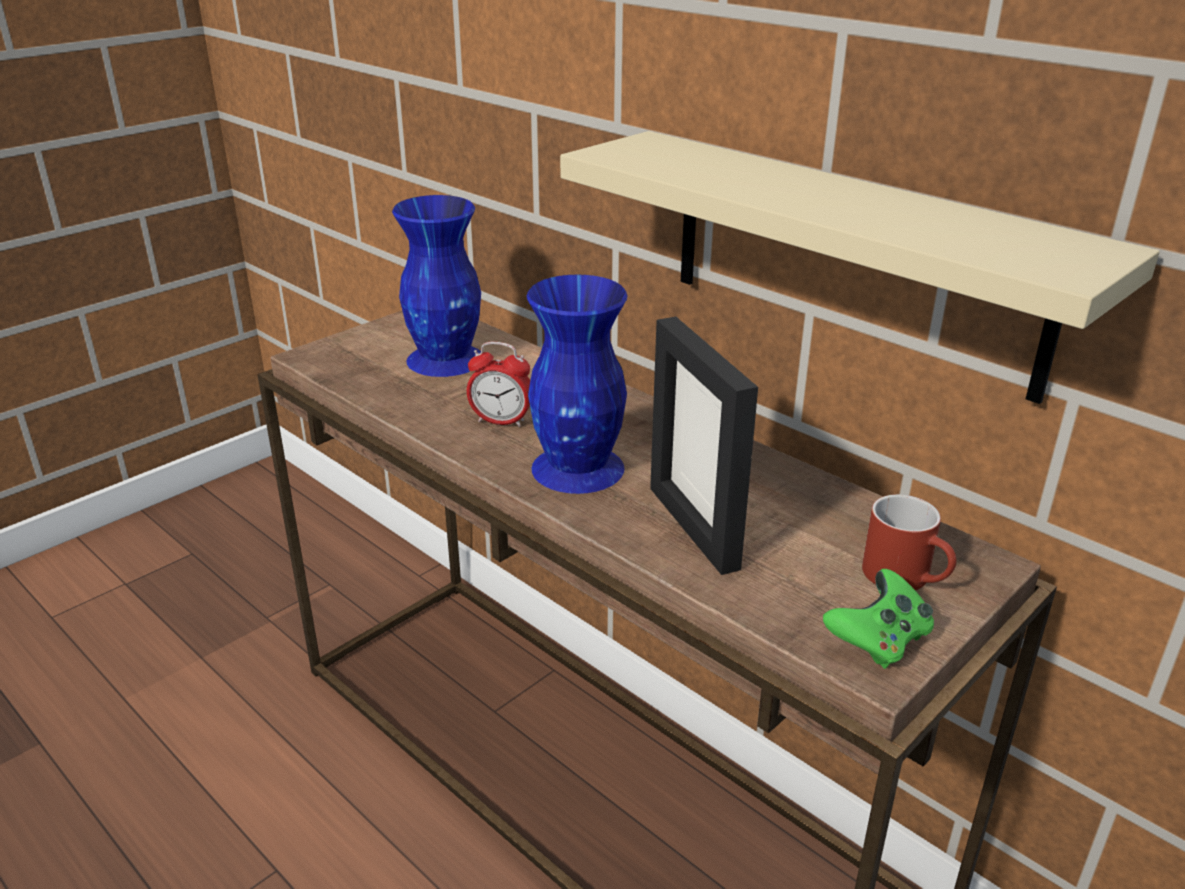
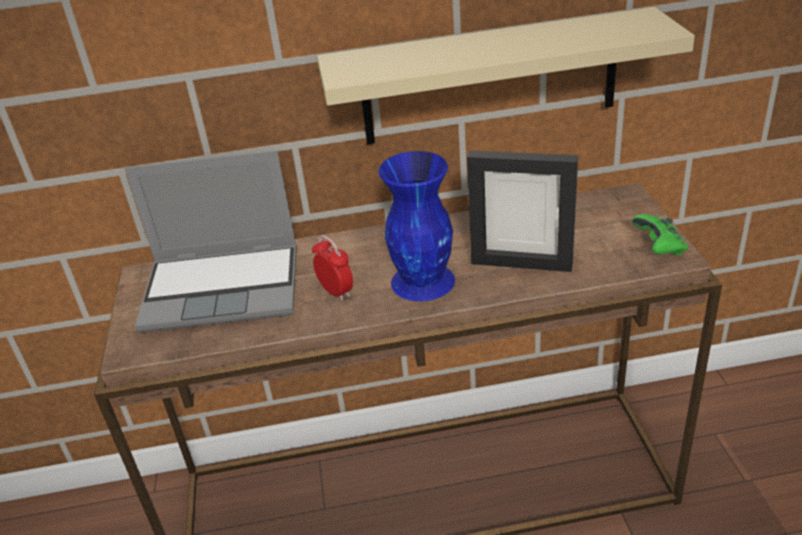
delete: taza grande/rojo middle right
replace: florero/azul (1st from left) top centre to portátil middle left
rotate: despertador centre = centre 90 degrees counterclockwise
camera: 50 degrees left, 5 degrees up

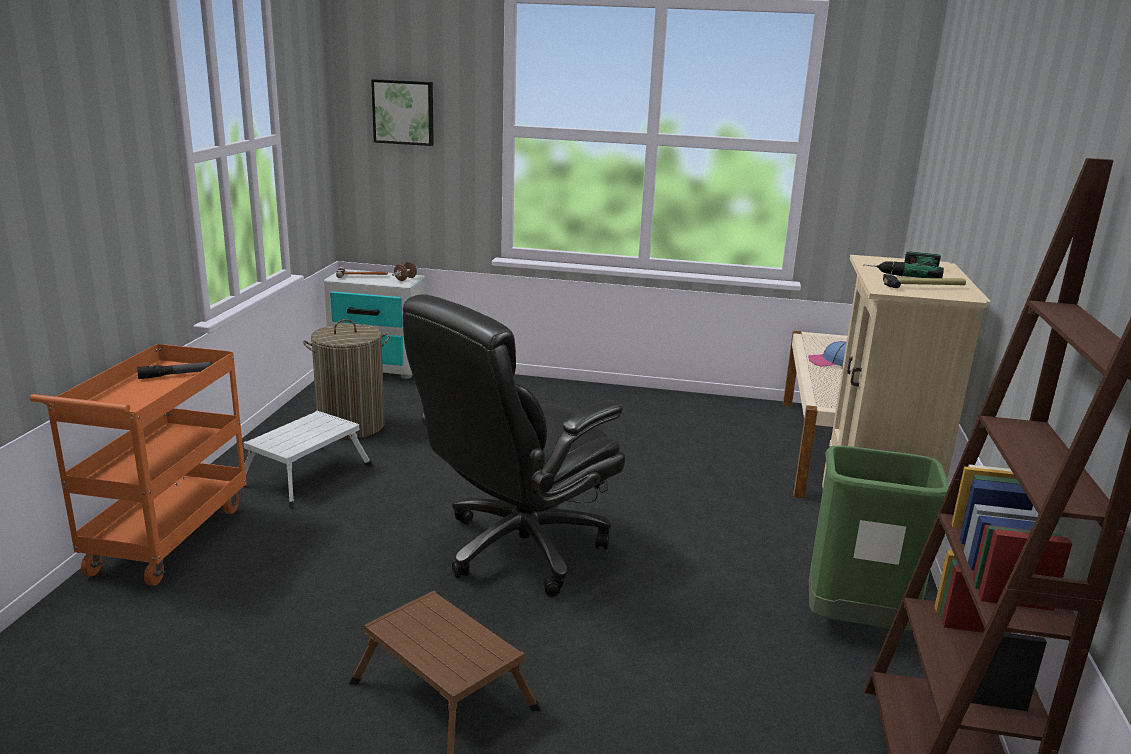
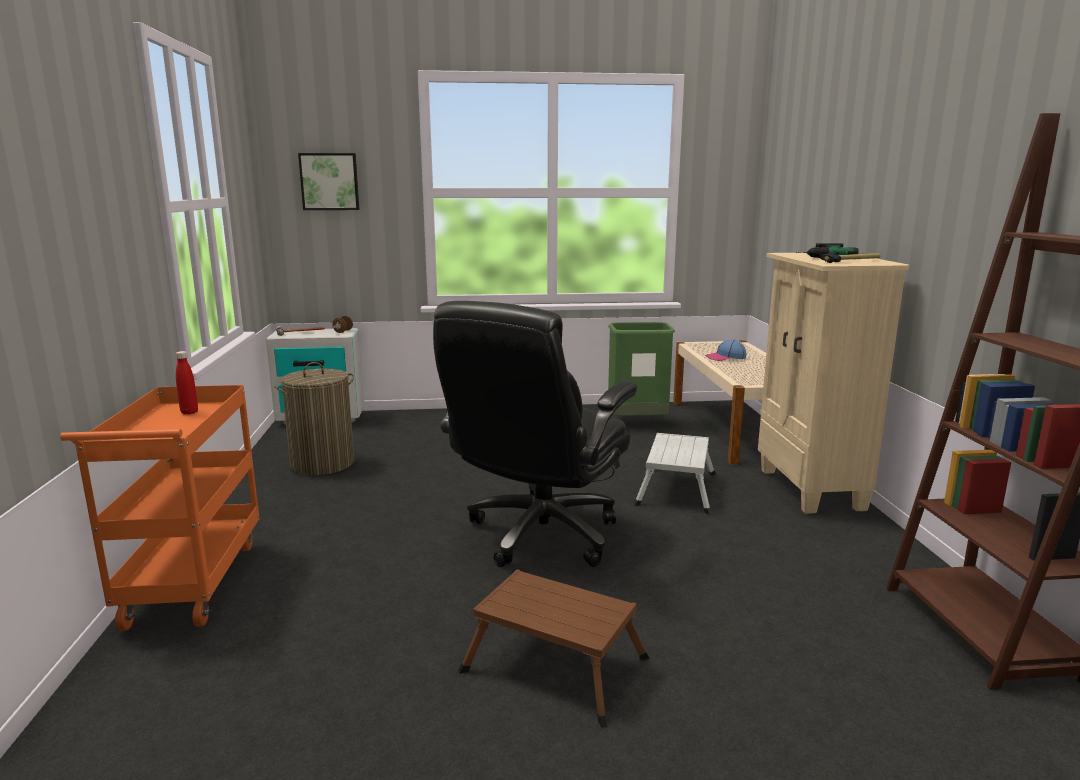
move: escalera de tijera/blanco middle left to centre; papelera/verde bottom right to centre
replace: linterna middle left to botella/rojo middle left
camera: 15 degrees left, 5 degrees down

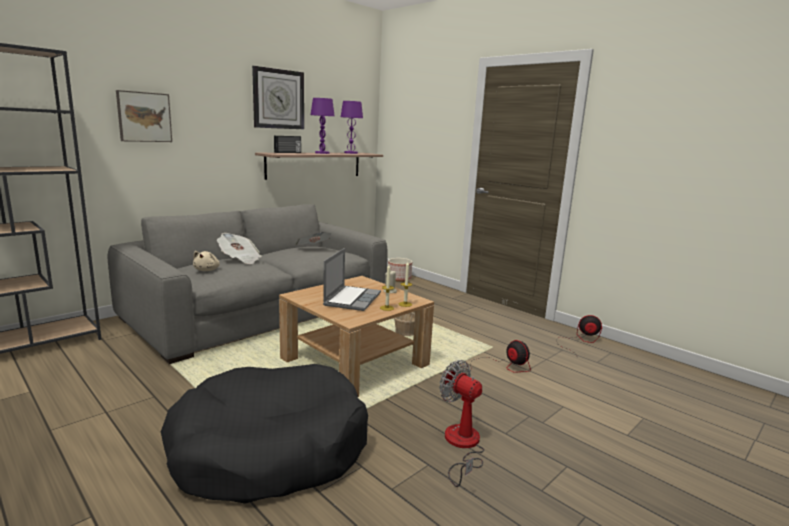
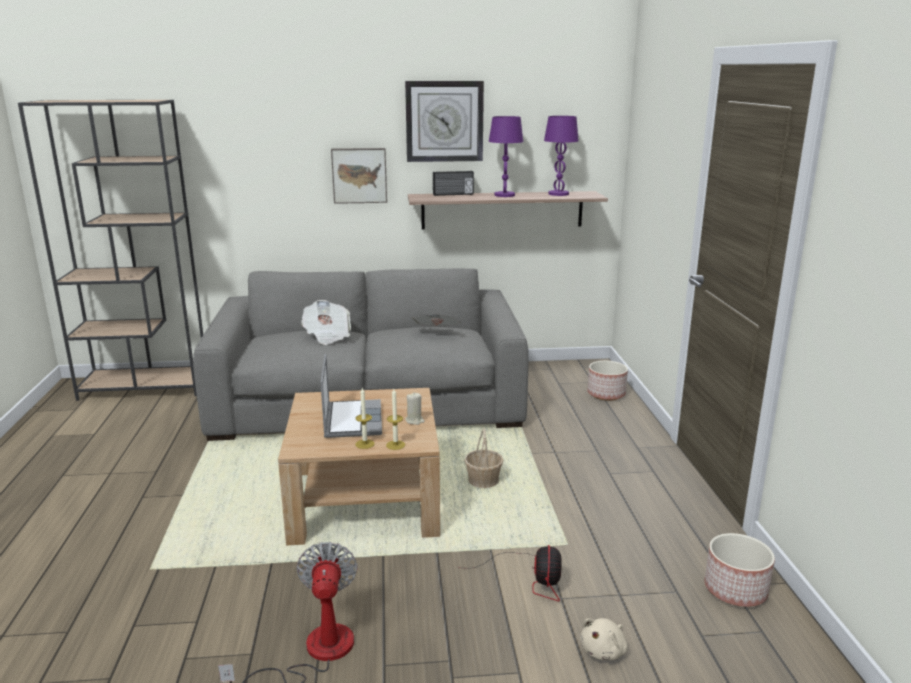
delete: cama para perro/negro bottom centre
move: cuadro top left to top centre; peluche/beis middle left to bottom centre
replace: ventilador (3rd from left) middle right to maceta (2nd from left) bottom right
rotate: portátil centre = centre 60 degrees counterclockwise
camera: 40 degrees right, 5 degrees up

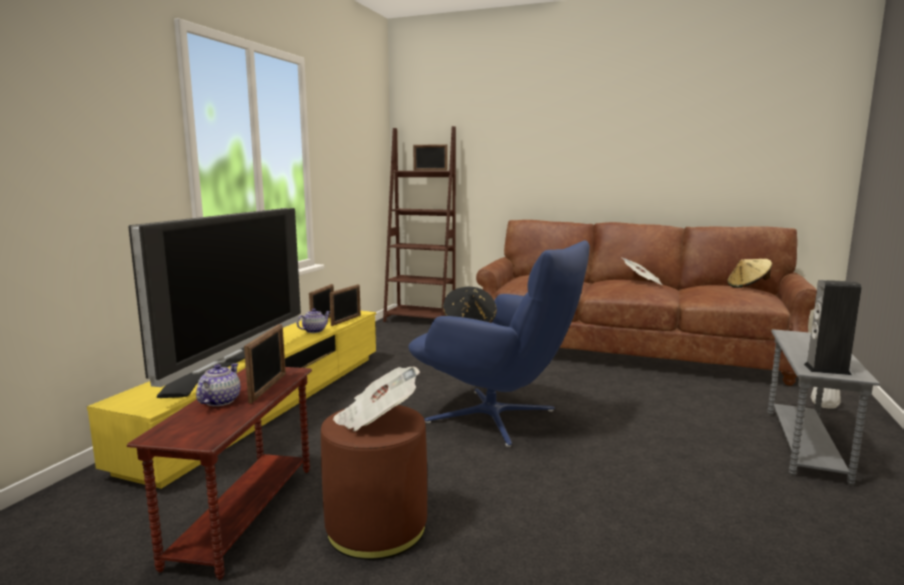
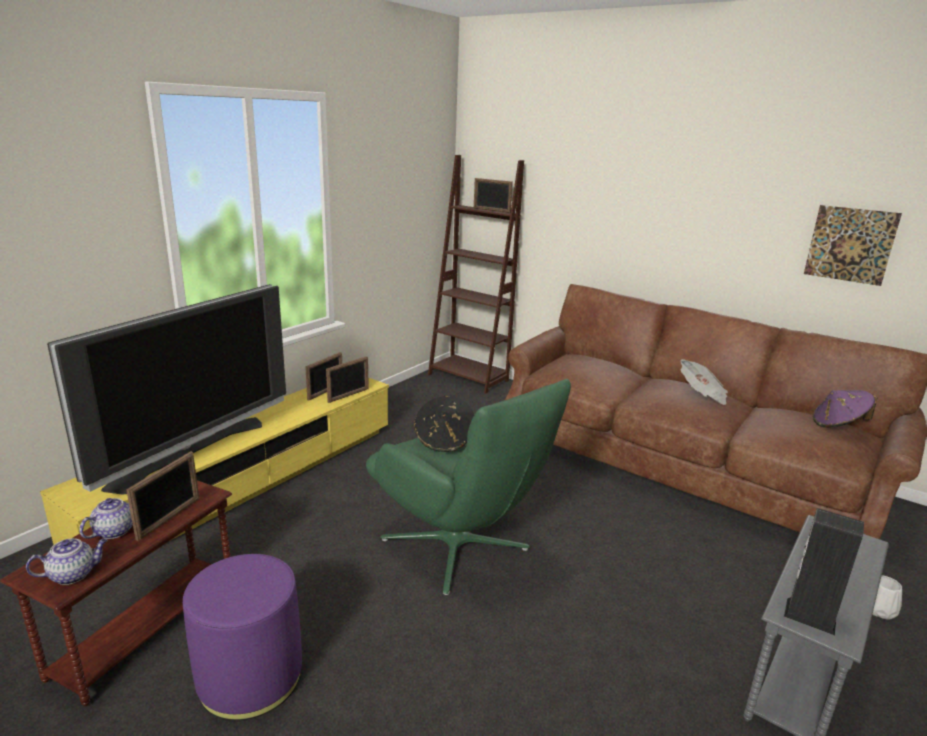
delete: periódico (1st from left) bottom centre
insert: cuadro top right
move: tetera (2nd from left in the first image) centre to tetera (1st from left) bottom left
recolor: puf/marrón bottom centre to puf/morado bottom left; sillón/azul centre to sillón/verde centre; sombrero/beis middle right to sombrero/morado middle right
camera: 15 degrees right, 10 degrees up

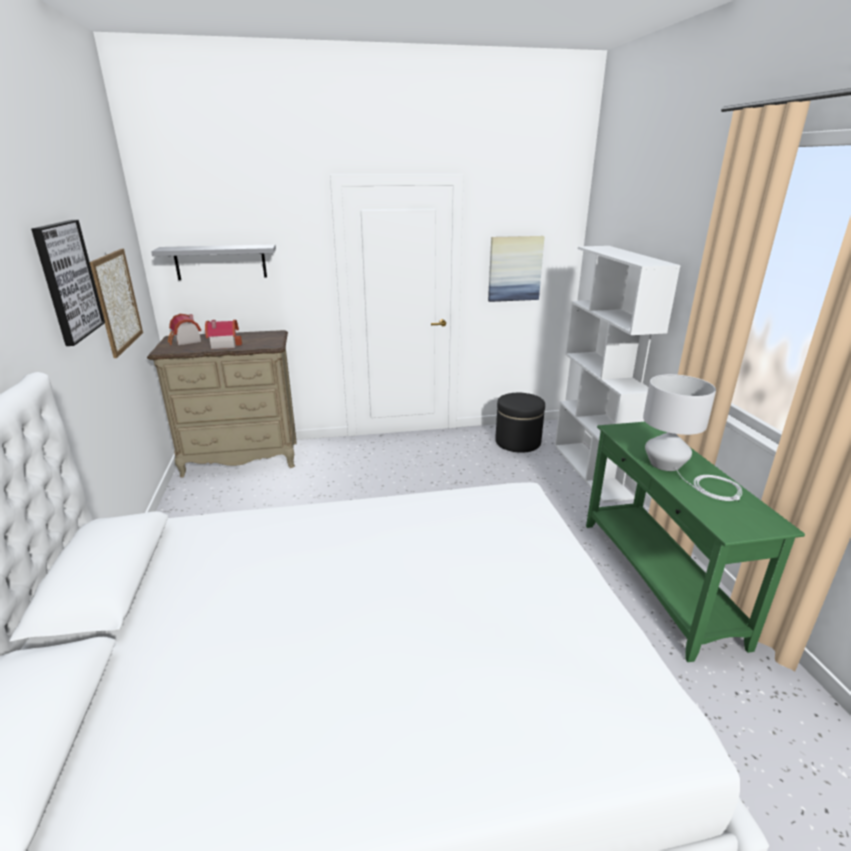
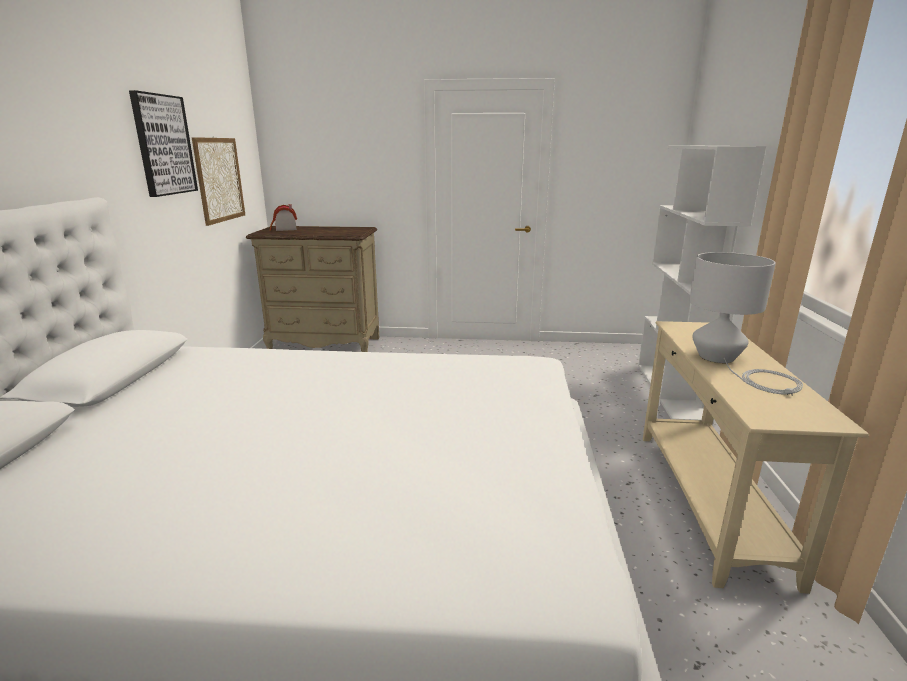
delete: estante/gris top left; casita (2nd from left) middle left; cuadro (3rd from left) top centre; puf/negro centre
recolor: mesa consola/verde middle right to mesa consola/beis bottom right
camera: 15 degrees right, 5 degrees down

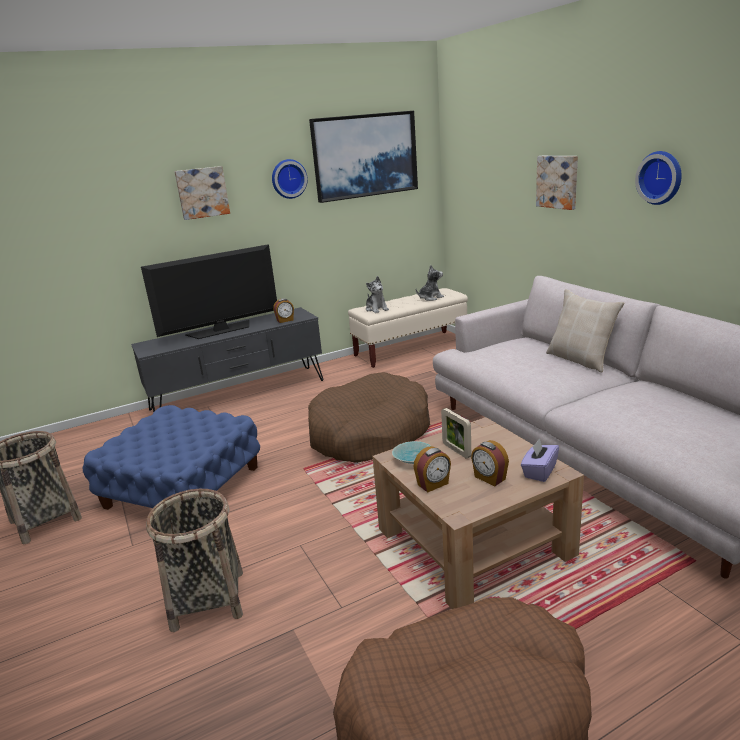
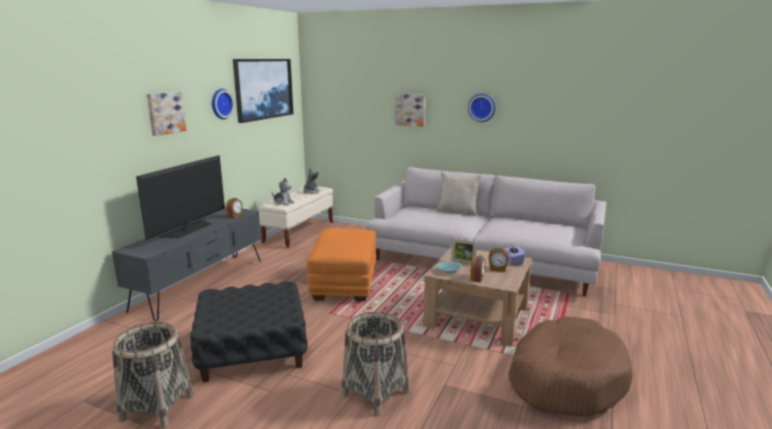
replace: cama para perro/marrón (1st from left) centre to puf/naranja centre
recolor: puf/azul middle left to puf/negro bottom left
camera: 40 degrees left, 5 degrees down

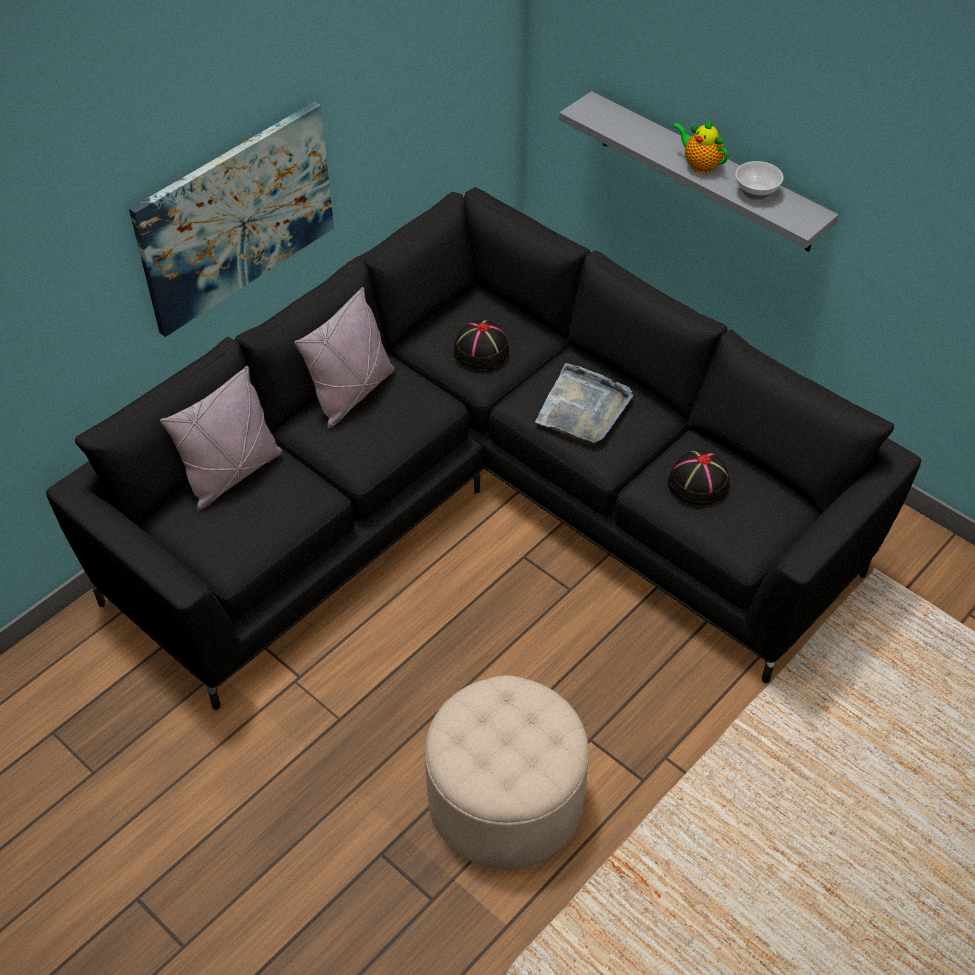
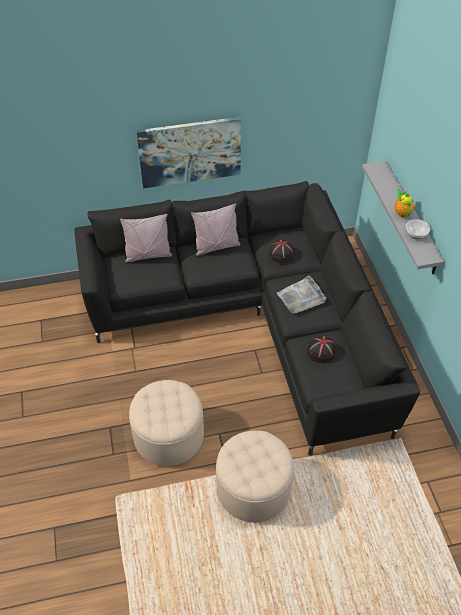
insert: puf/beis (2nd from left) bottom centre
camera: 35 degrees right, 0 degrees up

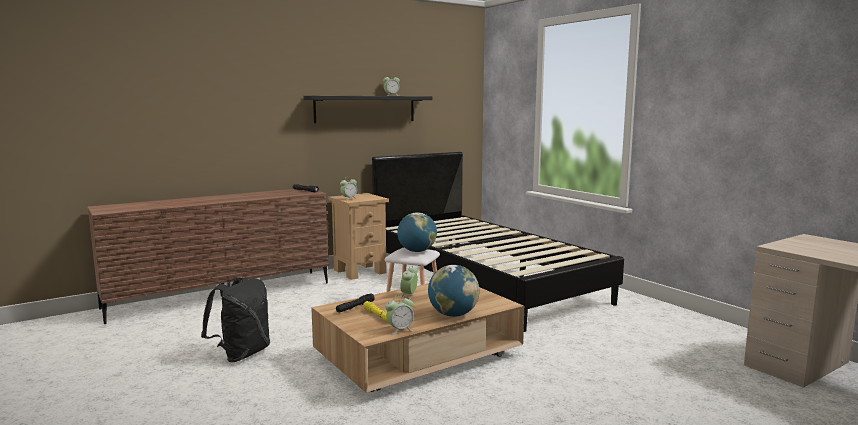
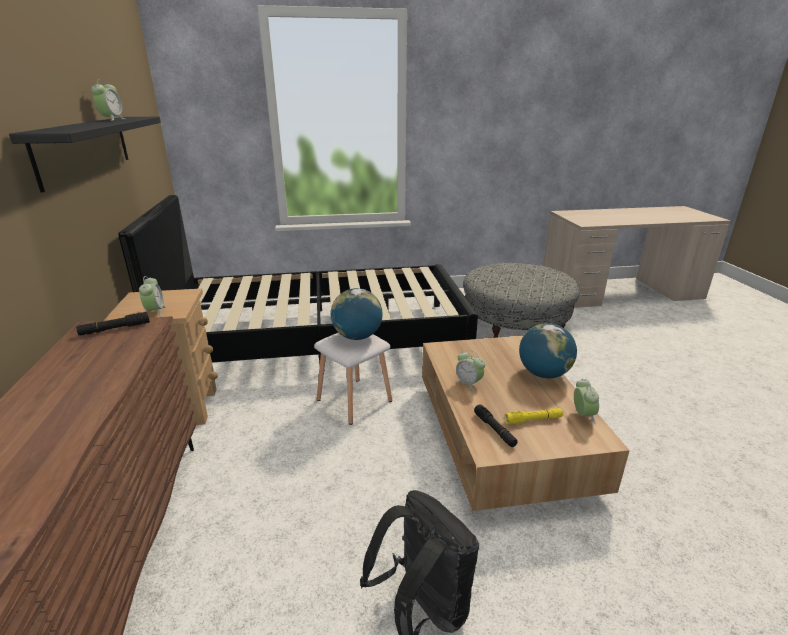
insert: puf/gris centre
camera: 65 degrees left, 15 degrees up

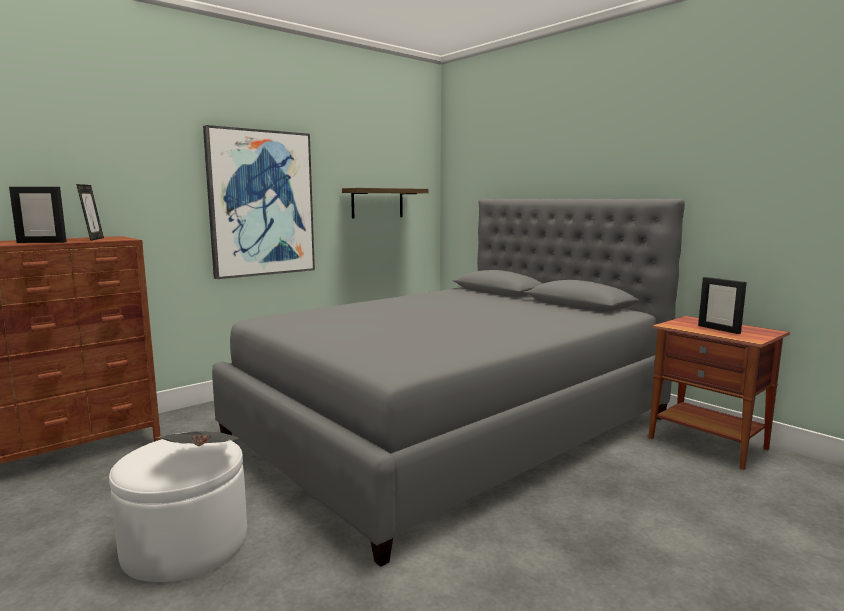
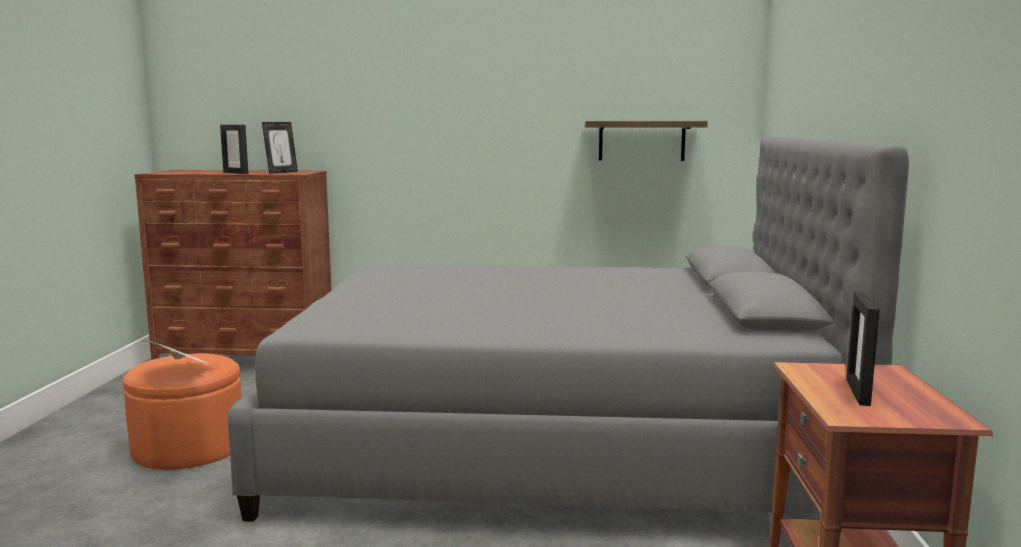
delete: cuadro top left
recolor: puf/blanco bottom left to puf/naranja bottom left
camera: 45 degrees right, 0 degrees up

